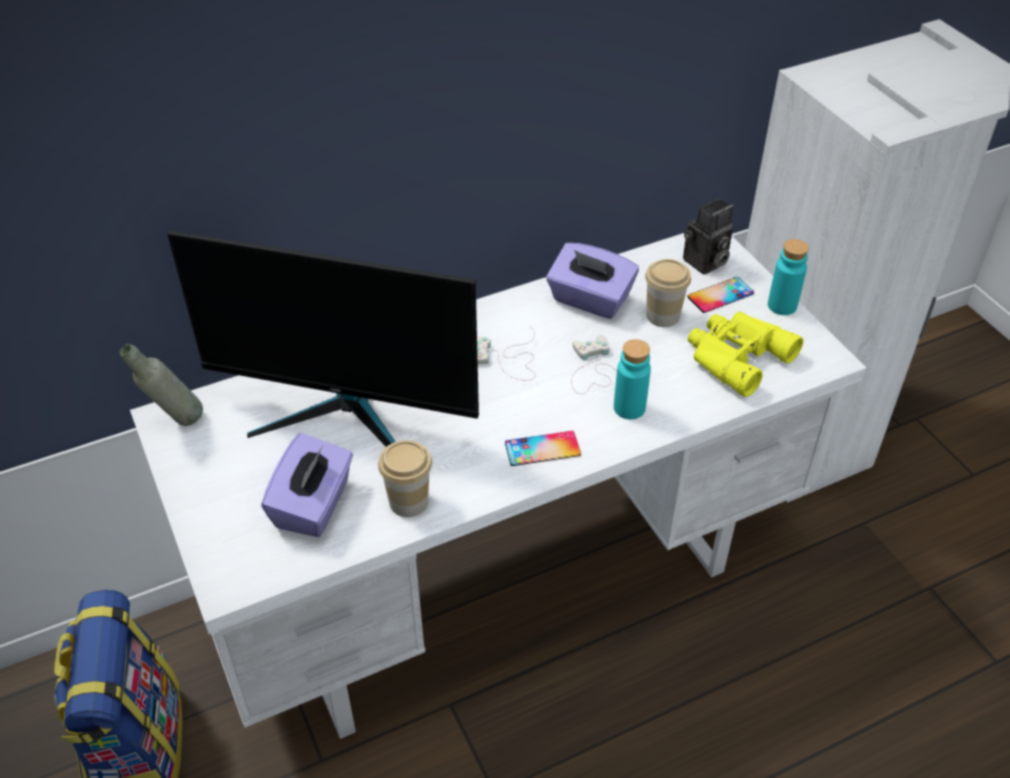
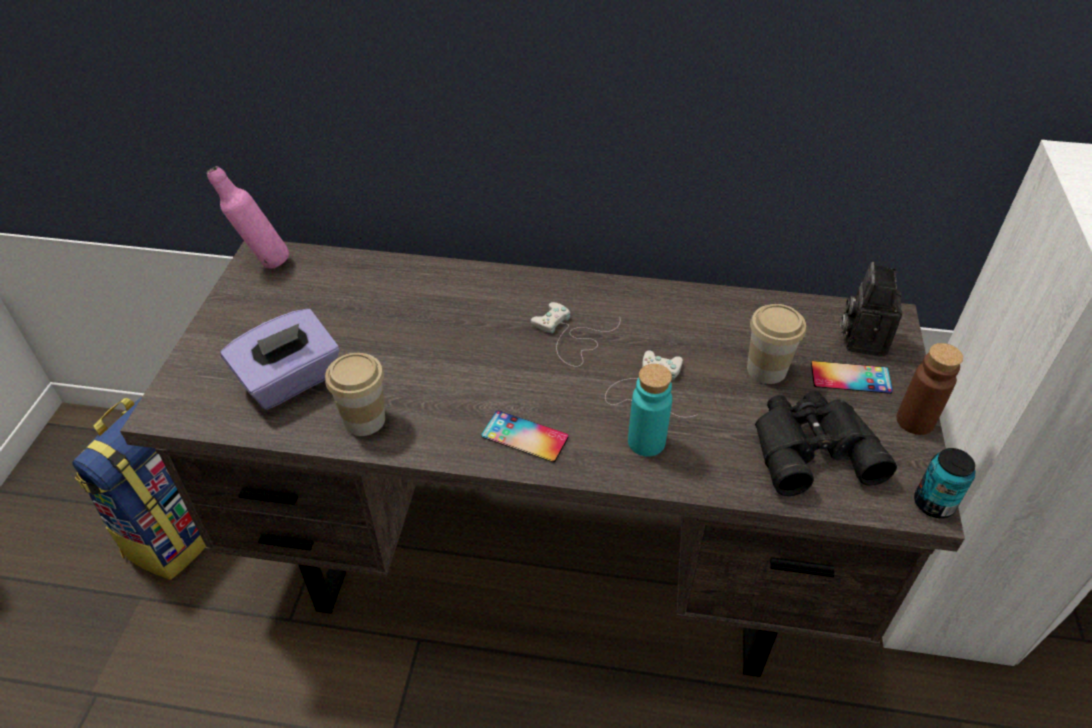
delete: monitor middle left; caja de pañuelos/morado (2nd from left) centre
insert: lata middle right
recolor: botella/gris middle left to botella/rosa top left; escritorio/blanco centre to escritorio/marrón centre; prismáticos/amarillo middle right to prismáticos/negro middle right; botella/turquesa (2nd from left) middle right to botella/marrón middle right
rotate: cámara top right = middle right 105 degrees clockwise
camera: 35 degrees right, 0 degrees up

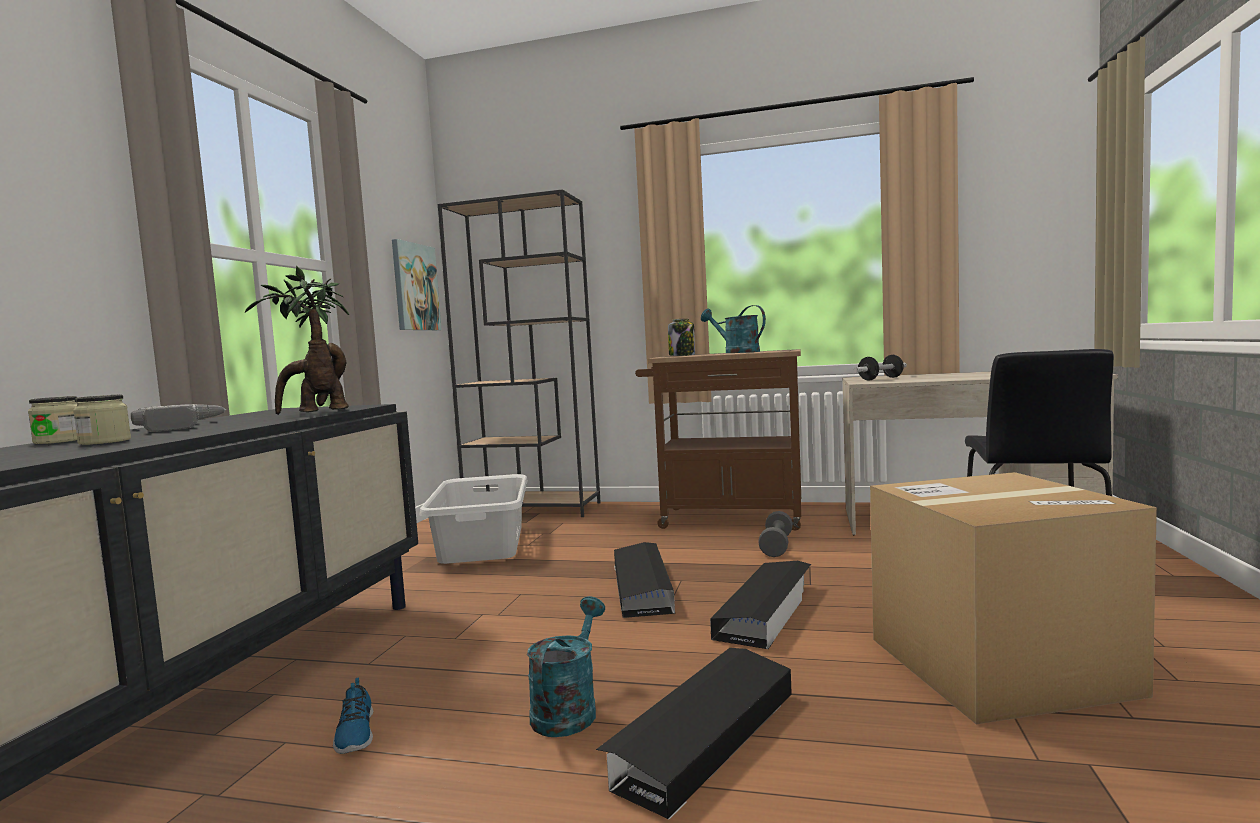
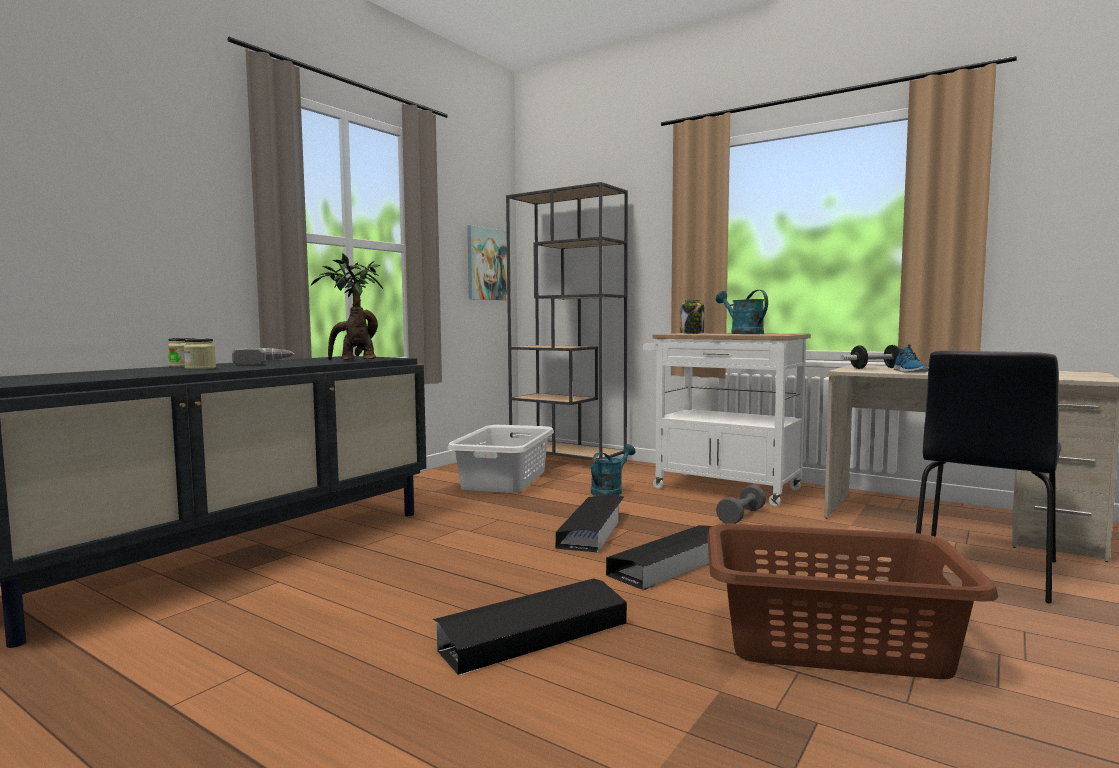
move: zapato bottom left to middle right; regadera/turquesa (1st from left) bottom centre to centre
replace: caja de cartón bottom right to cesto de la ropa/marrón bottom right
recolor: carrito/marrón centre to carrito/blanco centre
camera: 20 degrees right, 0 degrees up

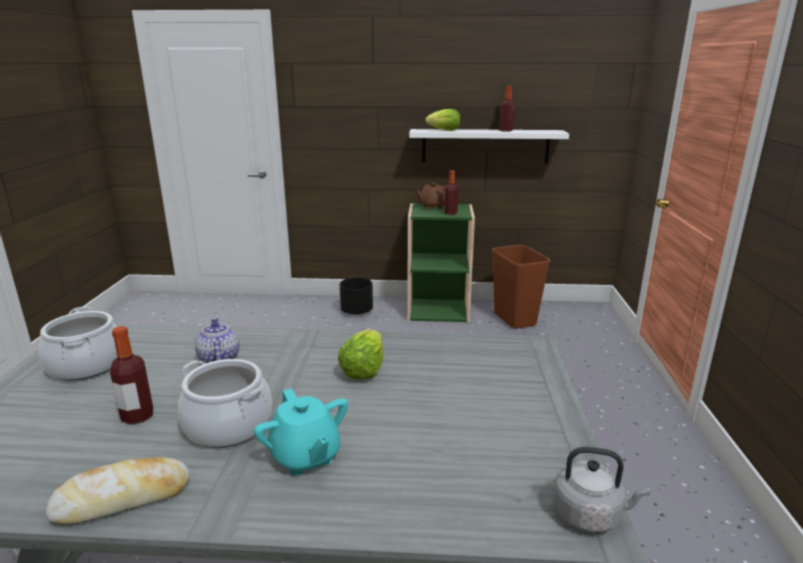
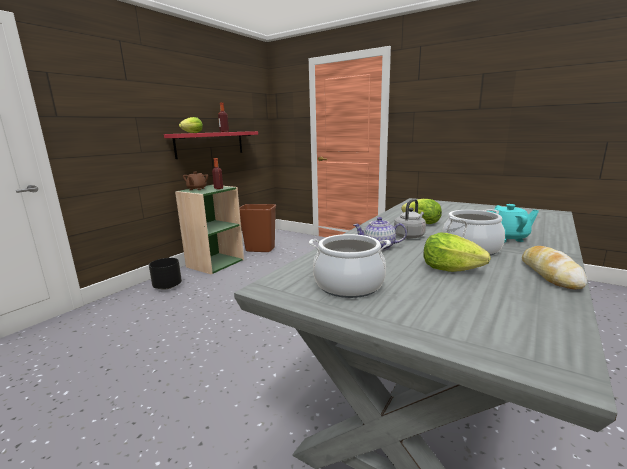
move: hervidor/gris bottom right to centre
replace: botella (1st from left) middle left to lechuga (3rd from left) middle right
recolor: estante/blanco top centre to estante/rojo top centre
camera: 60 degrees left, 5 degrees down

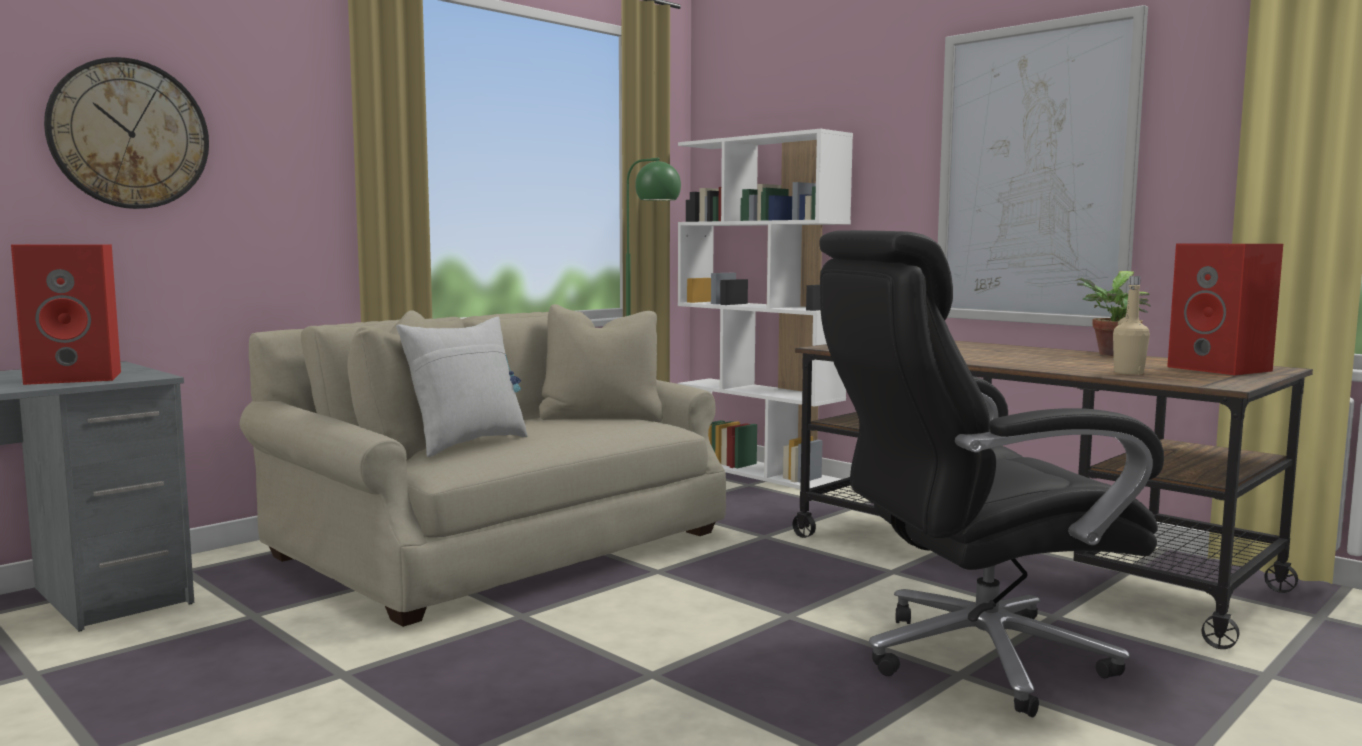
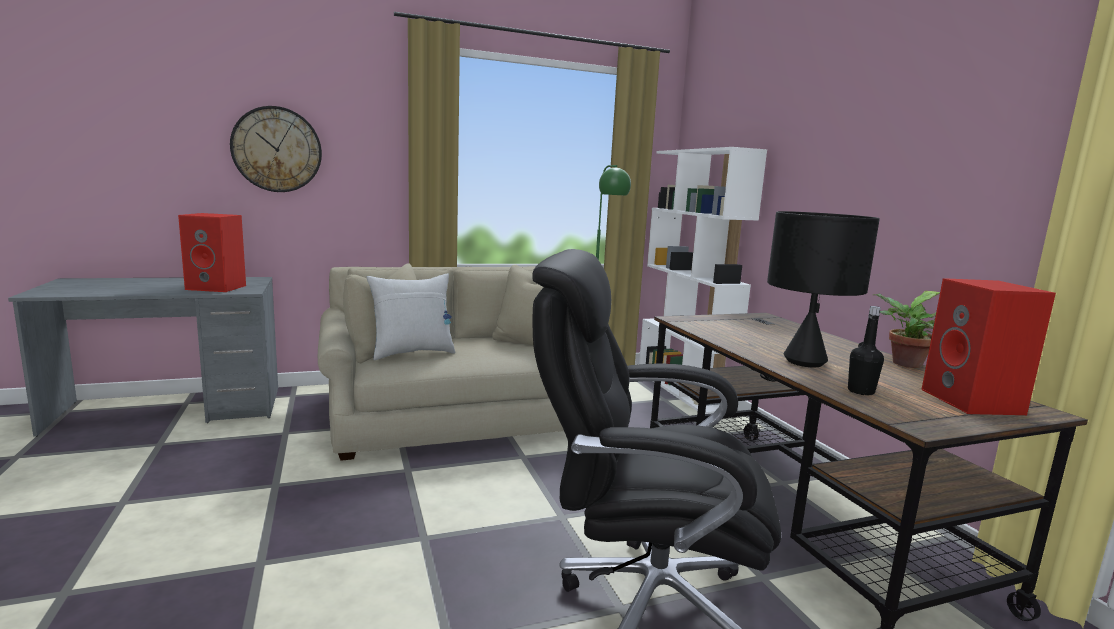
delete: cuadro top right
insert: lámpara de mesa/negro middle right
recolor: botella/beis middle right to botella/negro middle right
camera: 25 degrees right, 5 degrees up

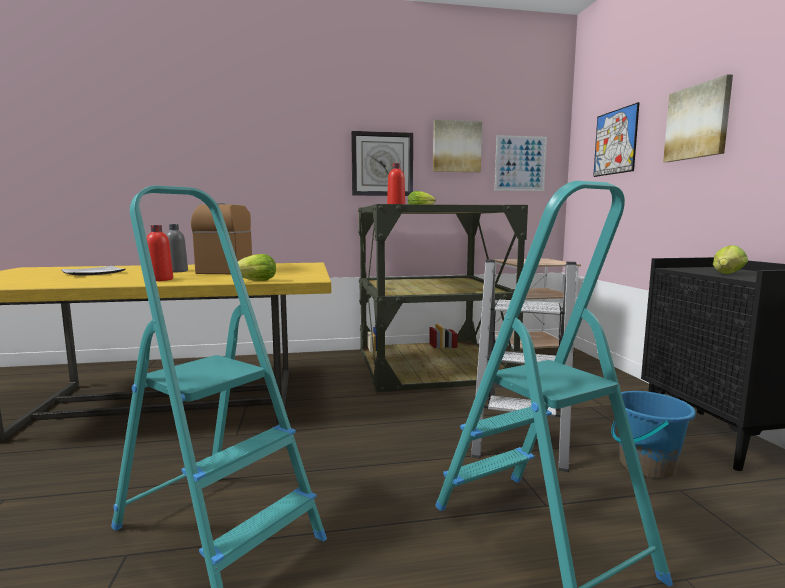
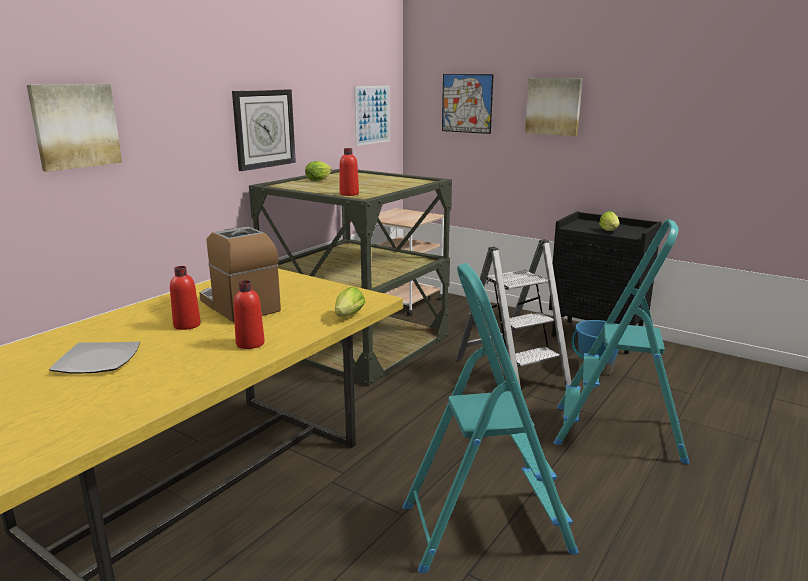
move: cuadro (1st from left) top centre to top left
recolor: botella/gris middle left to botella/rojo (1st from left) middle left
camera: 45 degrees left, 10 degrees up

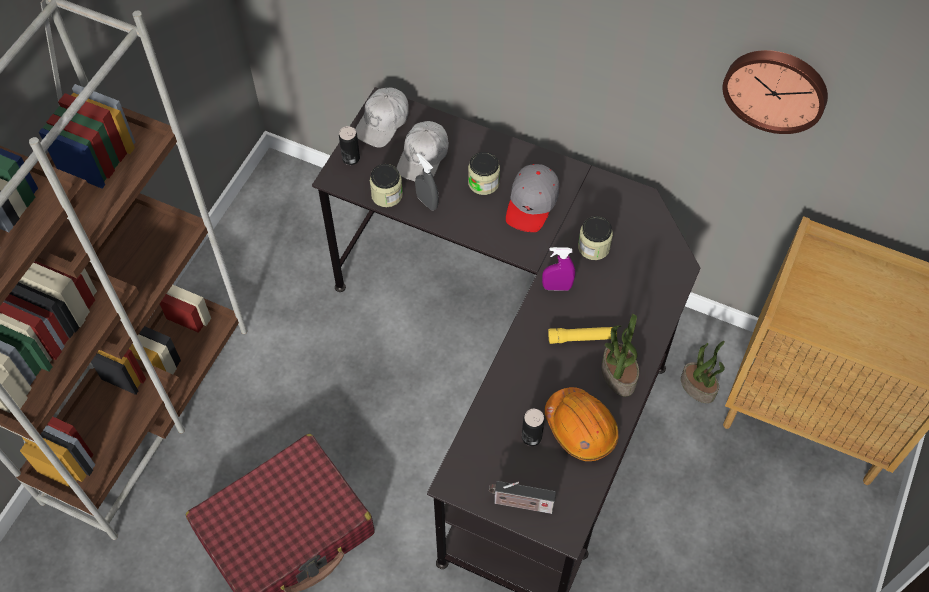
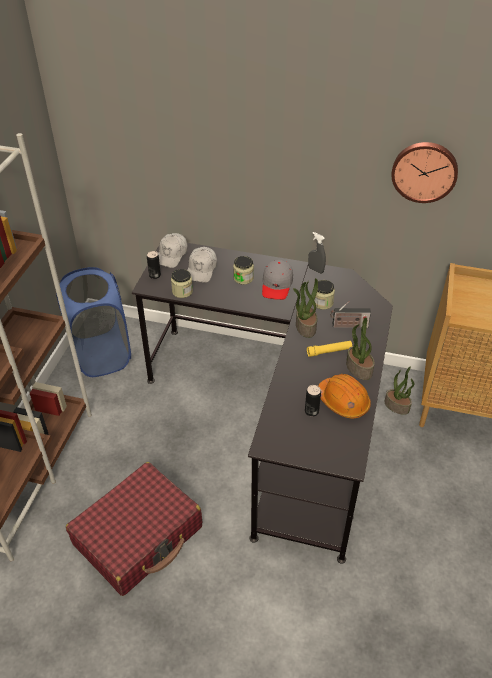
insert: cesto de la ropa/azul middle left
move: pulverizador/gris top centre to centre; radio bottom centre to middle right
replace: pulverizador/morado centre to planta en maceta (1st from left) centre
camera: 10 degrees left, 15 degrees down

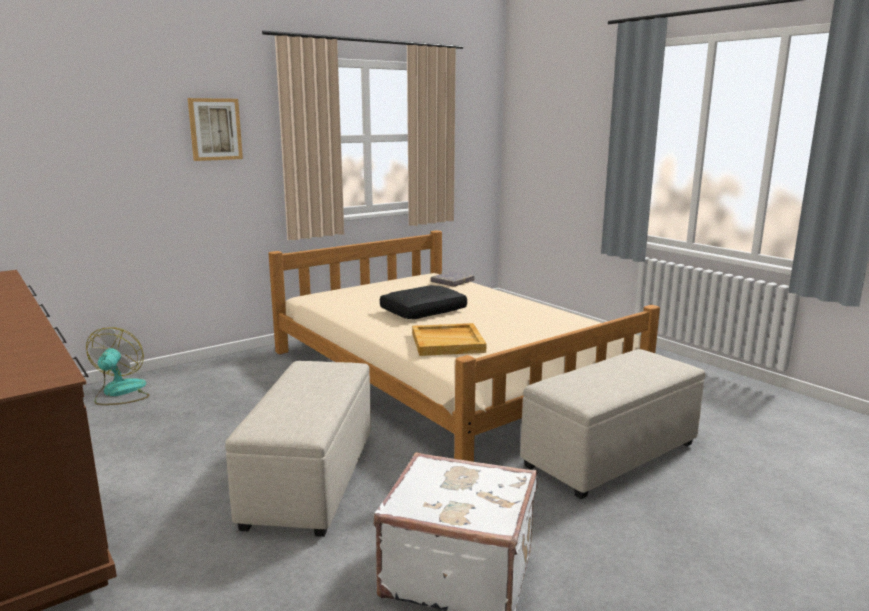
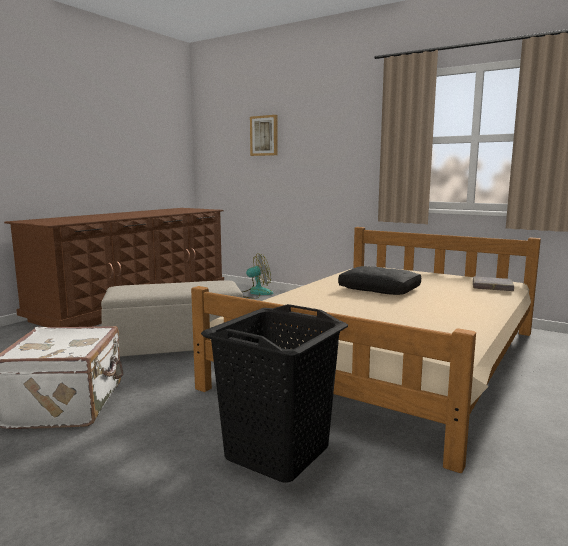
delete: bandeja/beis centre
move: cuadro top left to top centre
replace: puf/beis (2nd from left) bottom right to cesto de la ropa/negro bottom centre
camera: 70 degrees right, 5 degrees down

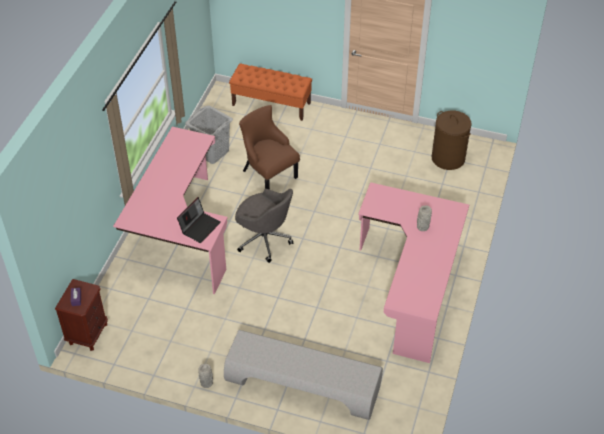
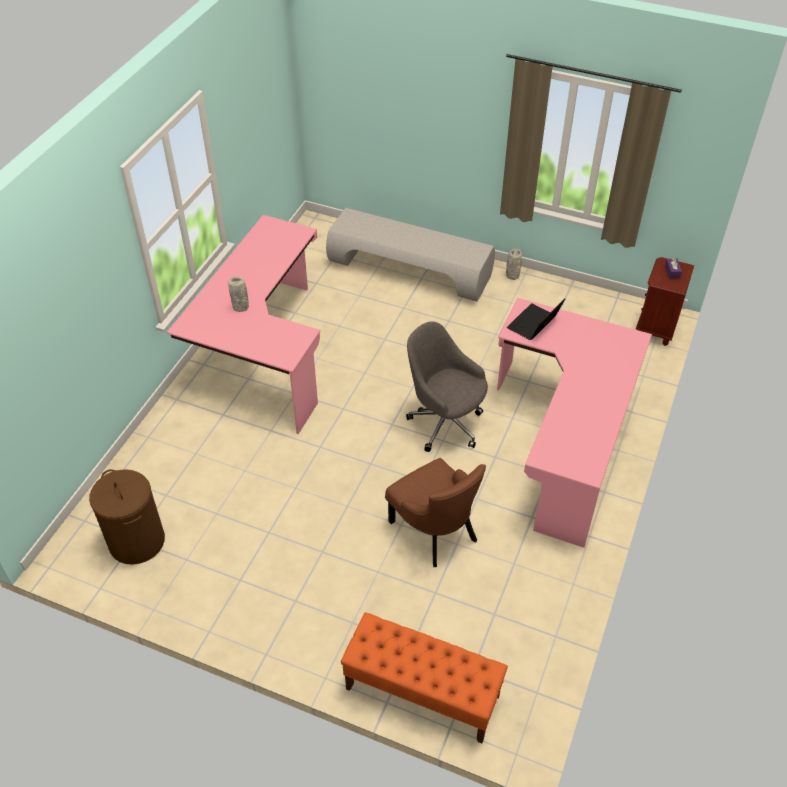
delete: cesto de la ropa/gris top centre
camera: 175 degrees left, 0 degrees up

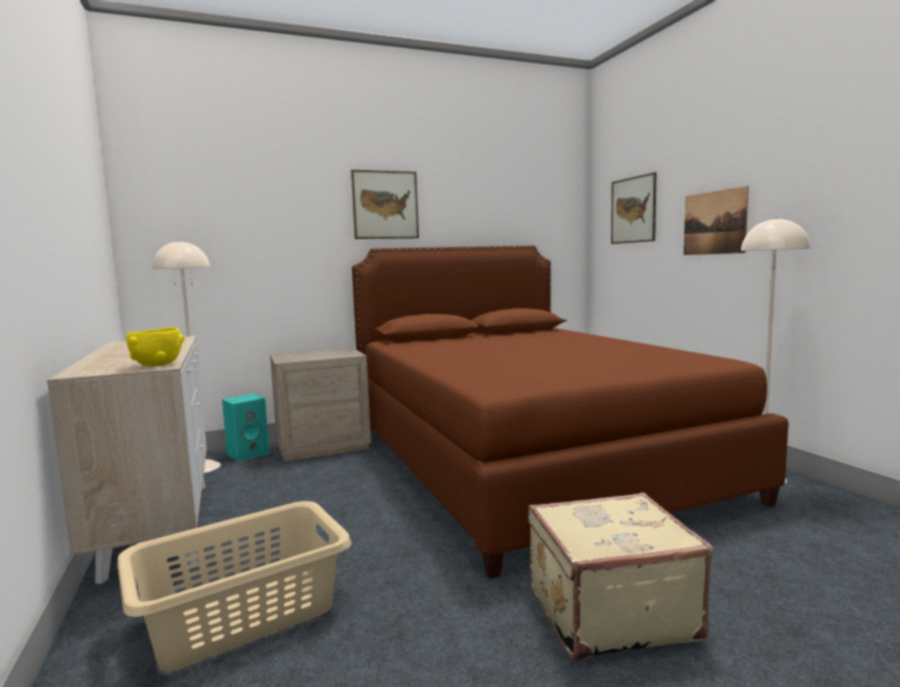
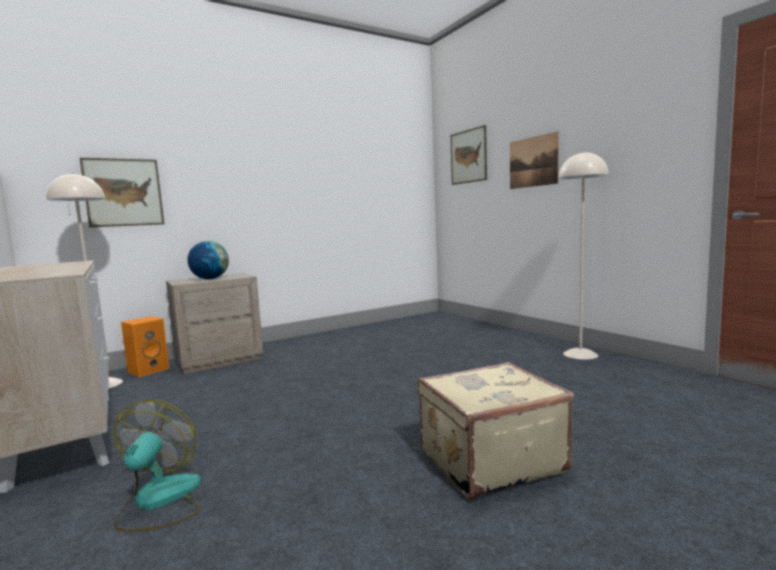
delete: cuenco/amarillo middle left; cama/marrón centre
insert: globo terráqueo middle left
move: cuadro (1st from left) top centre to middle left
replace: cesto de la ropa/beis bottom left to ventilador bottom left
recolor: altavoz/turquesa middle left to altavoz/naranja middle left
camera: 10 degrees left, 0 degrees up

